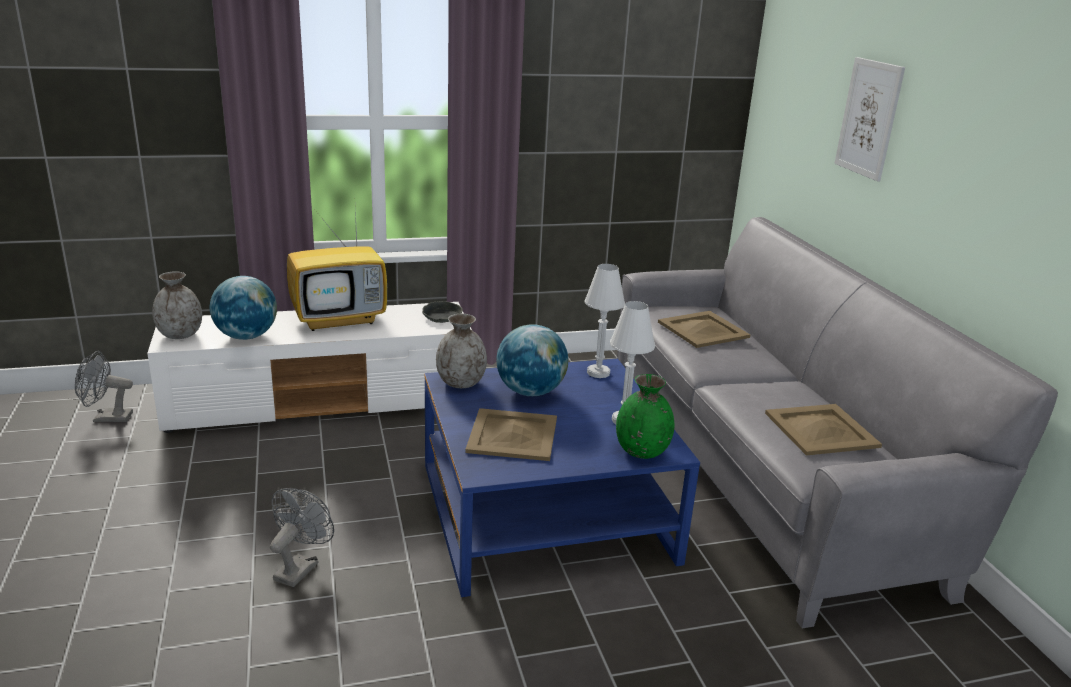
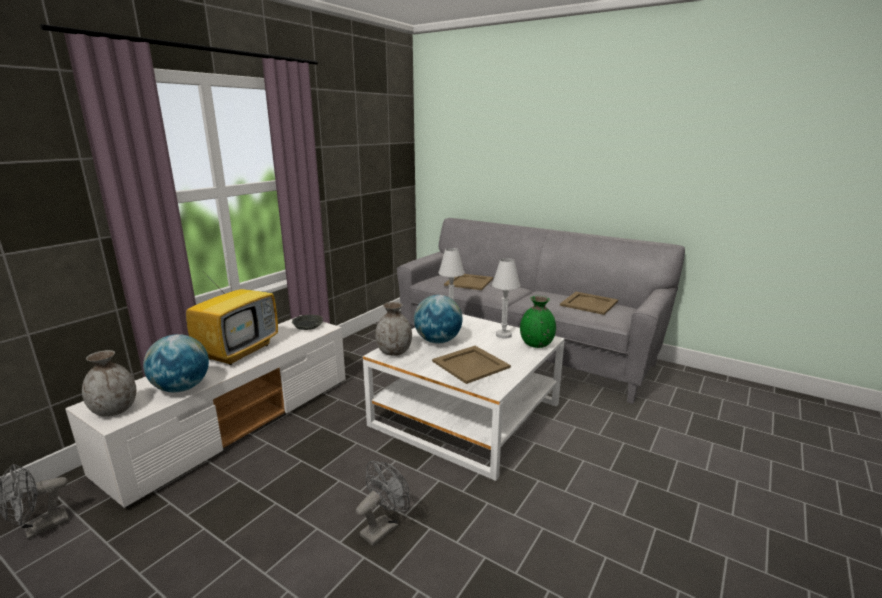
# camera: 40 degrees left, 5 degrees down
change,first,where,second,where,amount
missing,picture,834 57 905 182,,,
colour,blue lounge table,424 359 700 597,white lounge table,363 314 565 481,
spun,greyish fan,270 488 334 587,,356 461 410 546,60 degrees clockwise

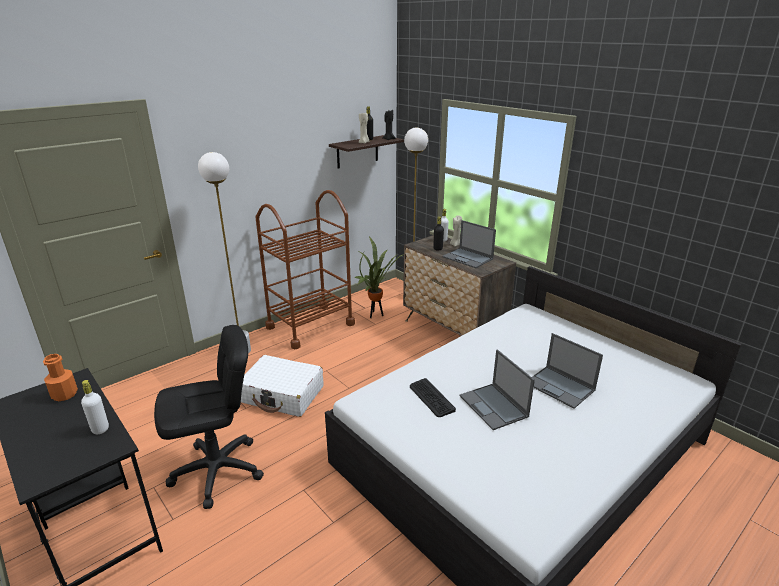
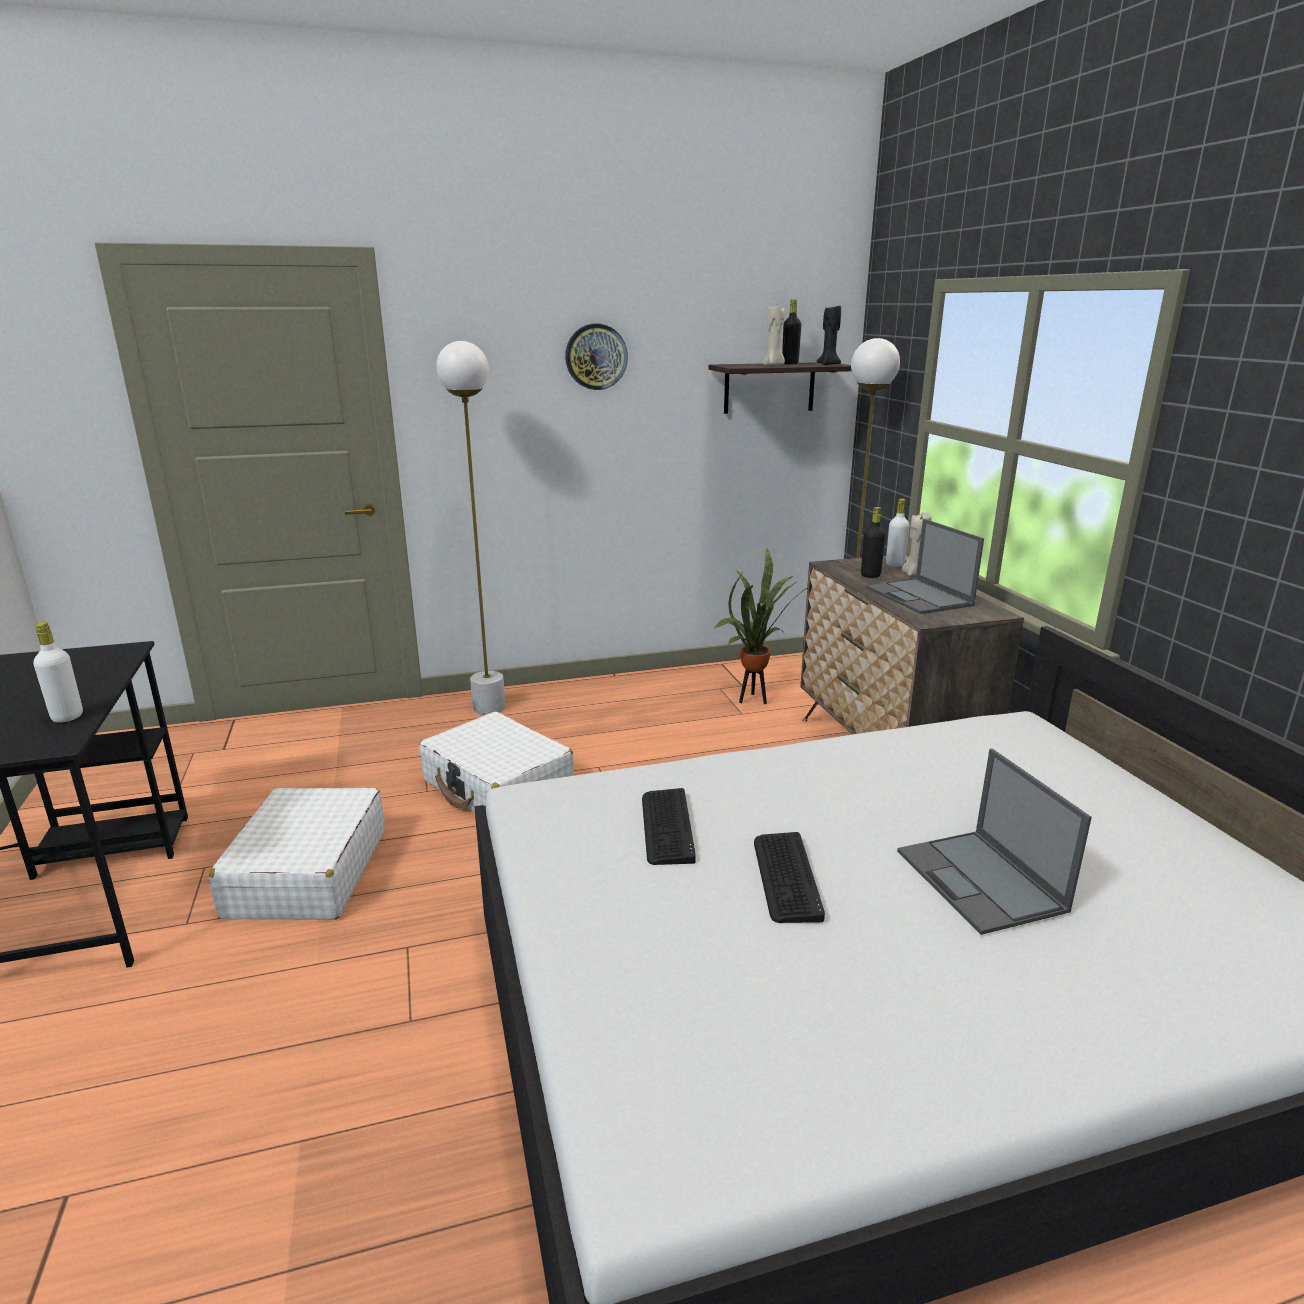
# camera: 25 degrees right, 5 degrees down
change,first,where,second,where,amount
missing,brown trolley,256 190 355 349,,,
exchanged,black-coloured office chair,154 325 264 509,white travel case,209 788 385 920,
exchanged,portable computer,459 349 535 430,PC keyboard,754 832 825 923,
missing,orange-coloured bottle,43 354 78 401,,,
appeared,,,clock on the wall,565 324 628 390,

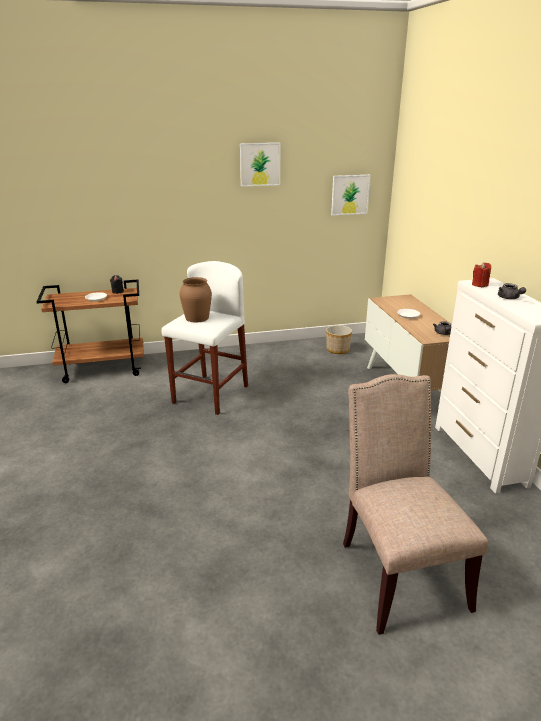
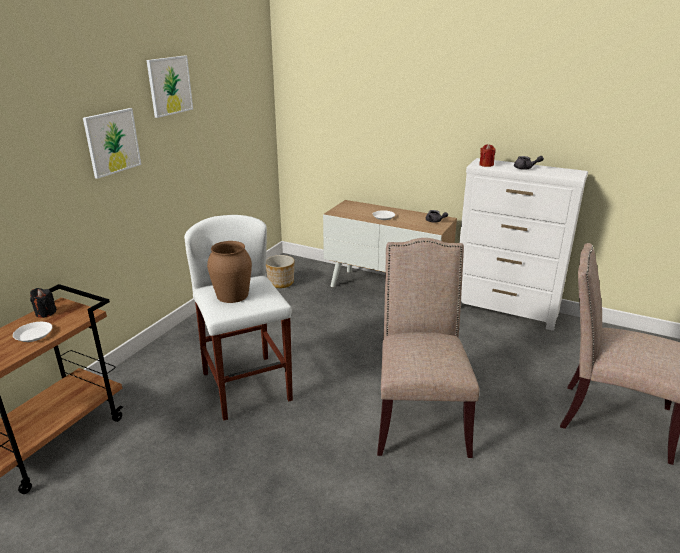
# camera: 50 degrees left, 0 degrees up
change,first,where,second,where,amount
relocated,picture,331 175 370 216,,83 108 141 179,
appeared,,,beige-coloured upright chair,377 238 479 458,

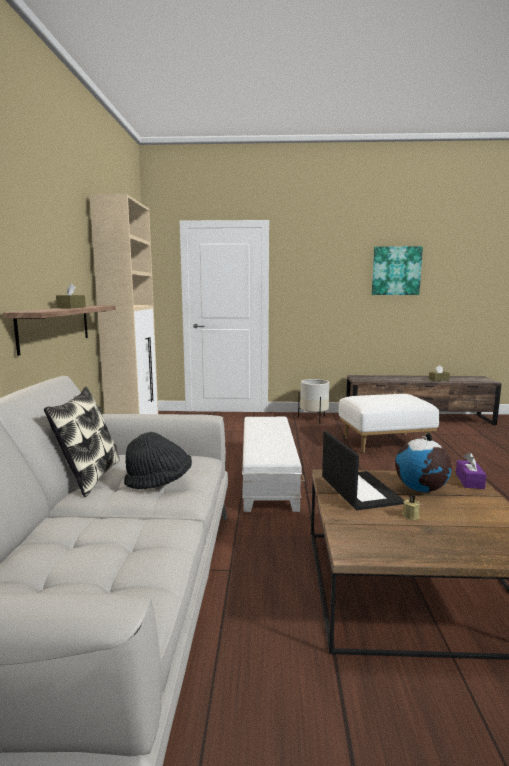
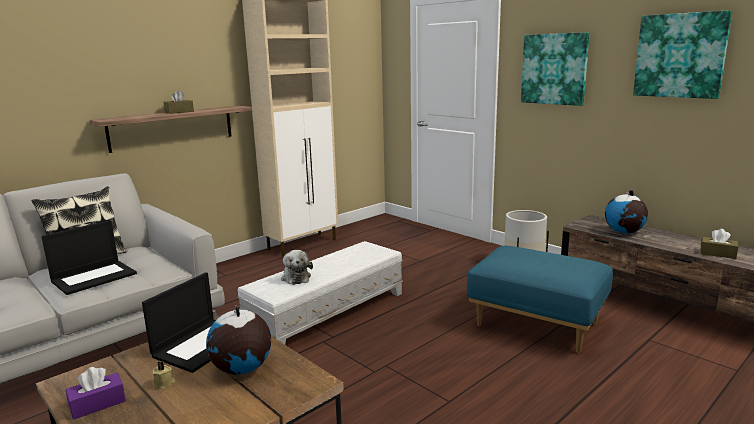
# camera: 45 degrees right, 5 degrees up
change,first,where,second,where,amount
colour,white ottoman,338 394 439 453,blue ottoman,467 246 613 353,
exchanged,black-coloured hat,124 432 192 489,portable computer,41 220 137 295,
relocated,purple tissue holder,456 453 487 489,,66 367 126 420,
appeared,,,picture,521 32 590 106,
appeared,,,desk globe,605 190 648 234,
appeared,,,plush toy,281 250 313 285,

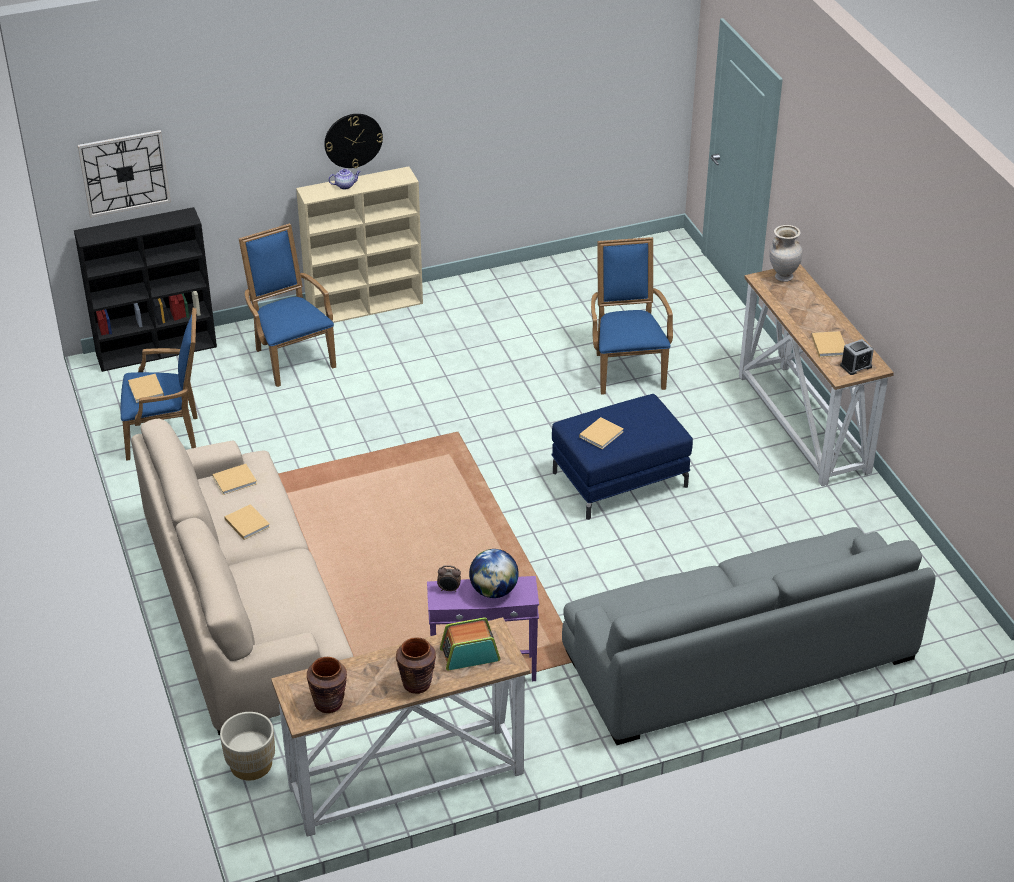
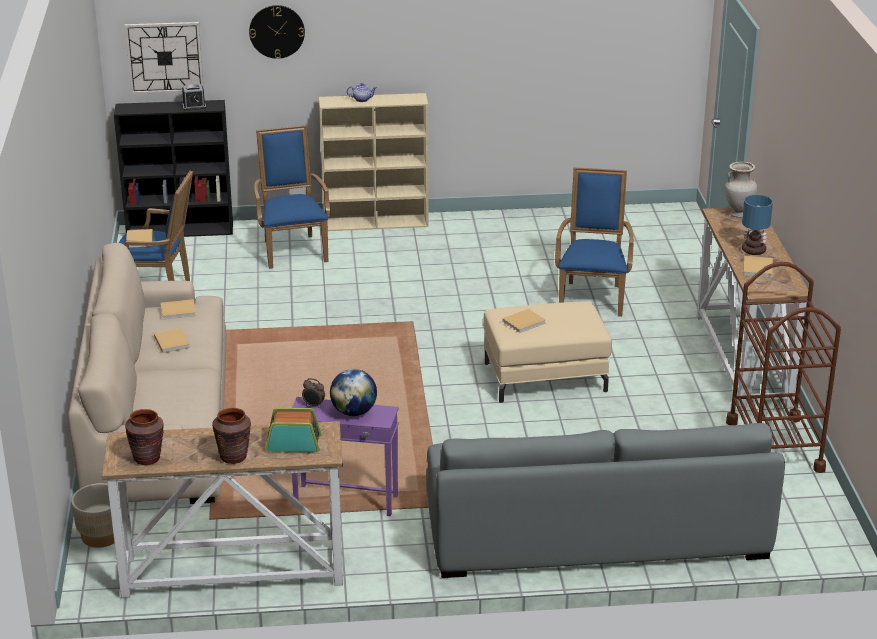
# camera: 15 degrees right, 10 degrees down
change,first,where,second,where,amount
relocated,clock on the wall,324 114 383 168,,249 5 305 59,
relocated,table clock,840 339 874 375,,182 84 206 110,
colour,blue ottoman,551 394 693 520,beige-coloured ottoman,483 301 612 403,
appeared,,,tabletop lamp,742 195 773 255,
appeared,,,brown trolley,726 262 841 473,

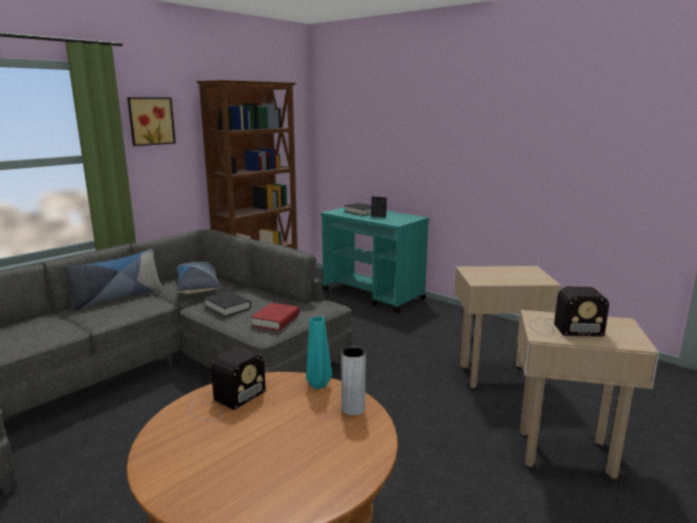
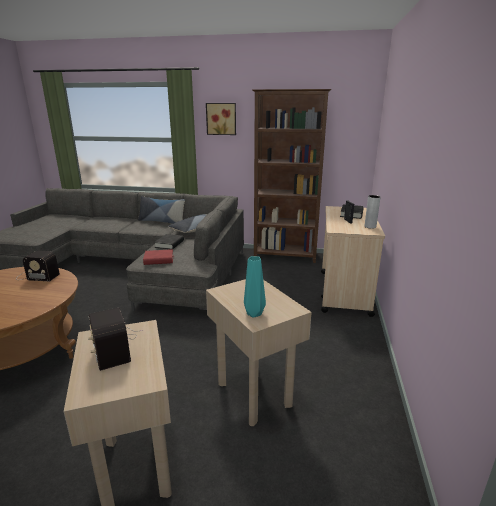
# camera: 60 degrees right, 5 degrees up
change,first,where,second,where,amount
colour,blue-green trolley,321 207 429 313,beige-coloured trolley,321 206 385 317,
relocated,blue-green vase,306 316 332 389,,244 256 266 318,
relocated,greyish vase,341 347 366 416,,365 195 380 229,

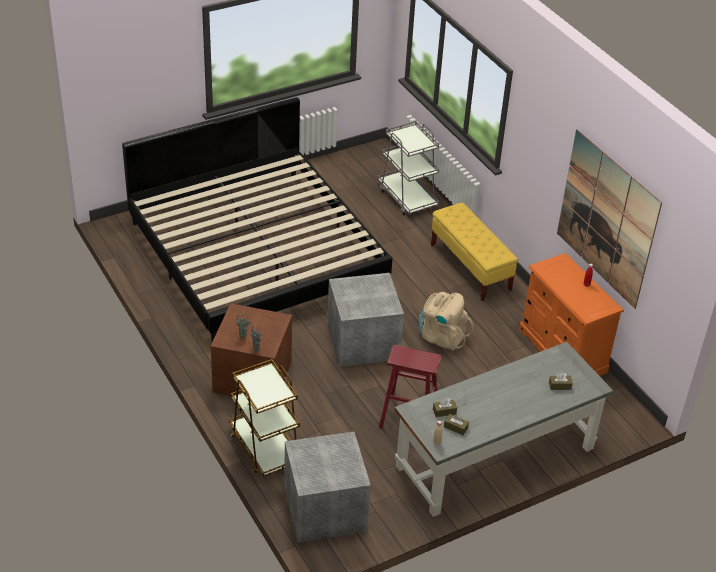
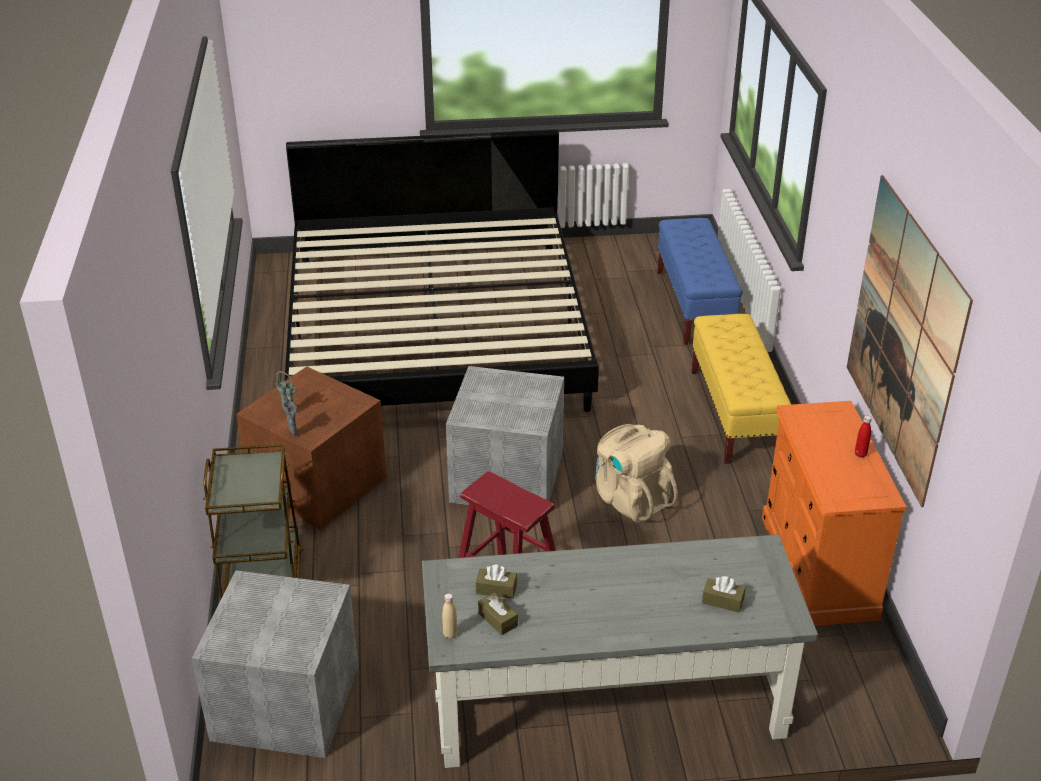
# camera: 25 degrees right, 5 degrees down
change,first,where,second,where,amount
exchanged,greyish trolley,377 121 439 216,blue bench,657 218 743 345,

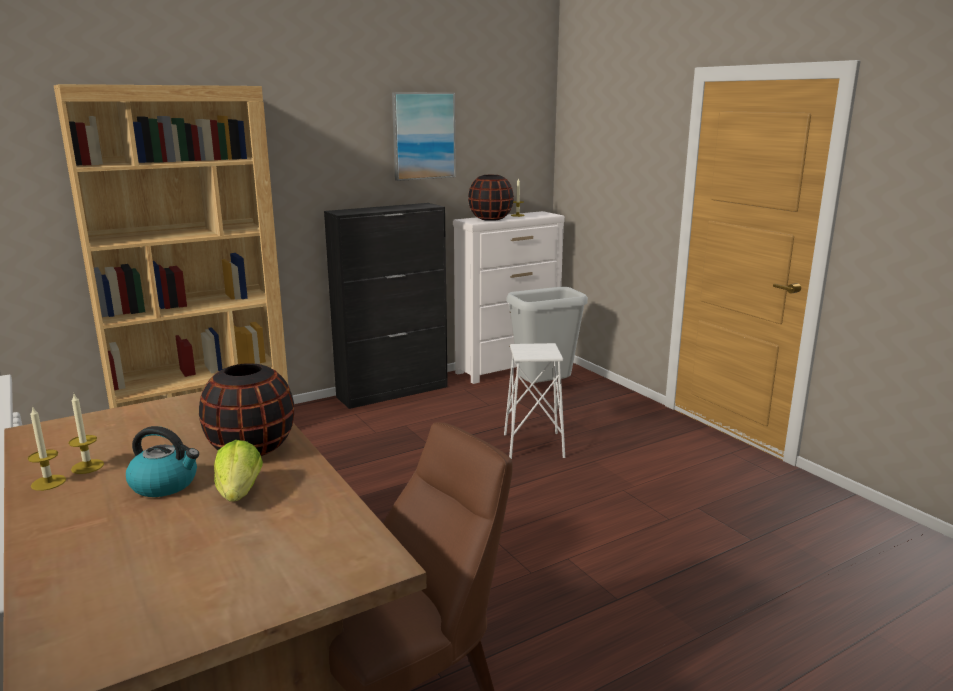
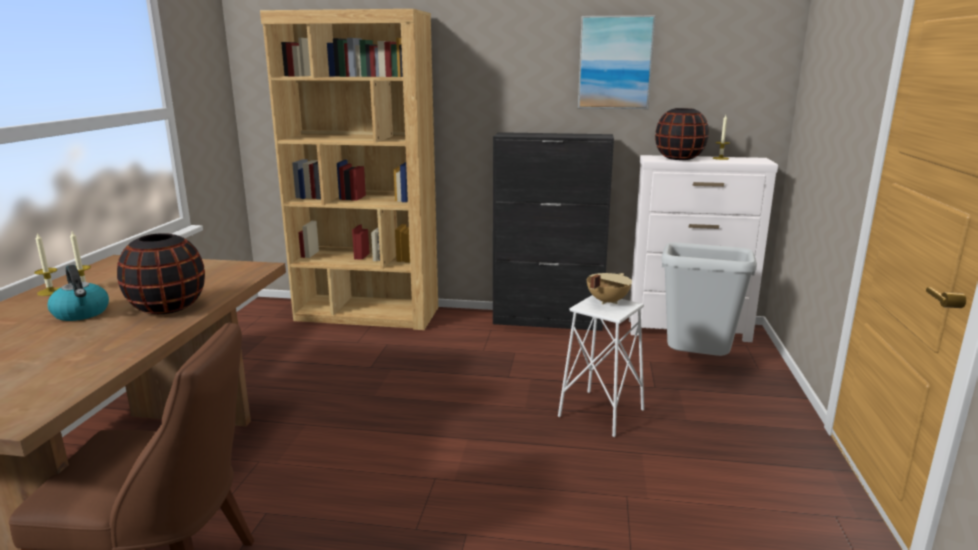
# camera: 40 degrees right, 0 degrees up
change,first,where,second,where,amount
missing,head of lettuce,214 440 263 502,,,
appeared,,,beige-coloured stockpot,587 273 632 304,

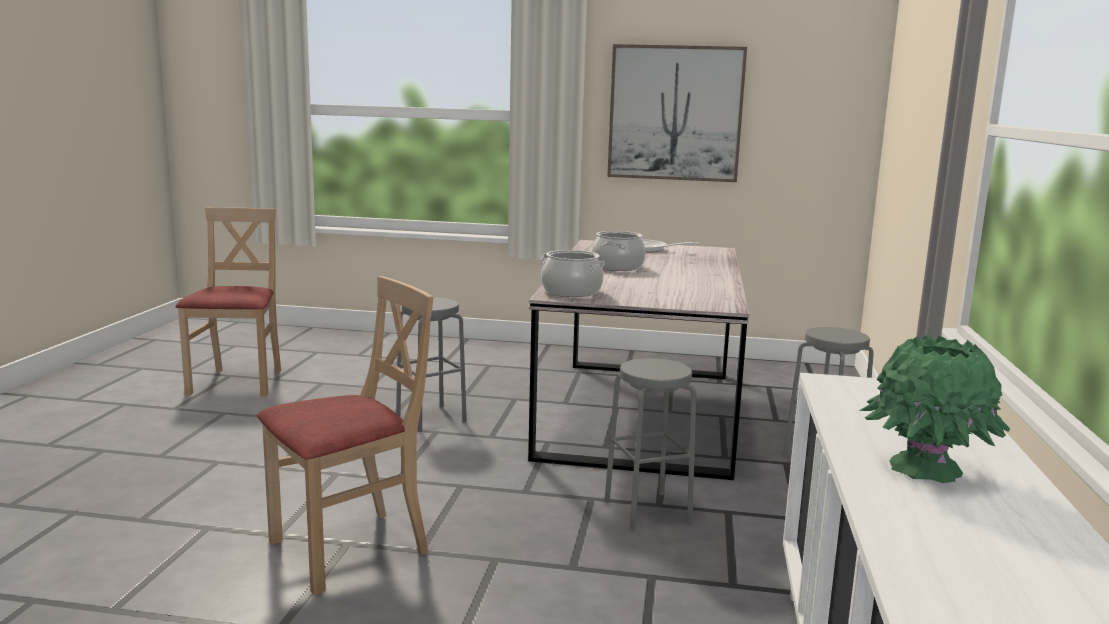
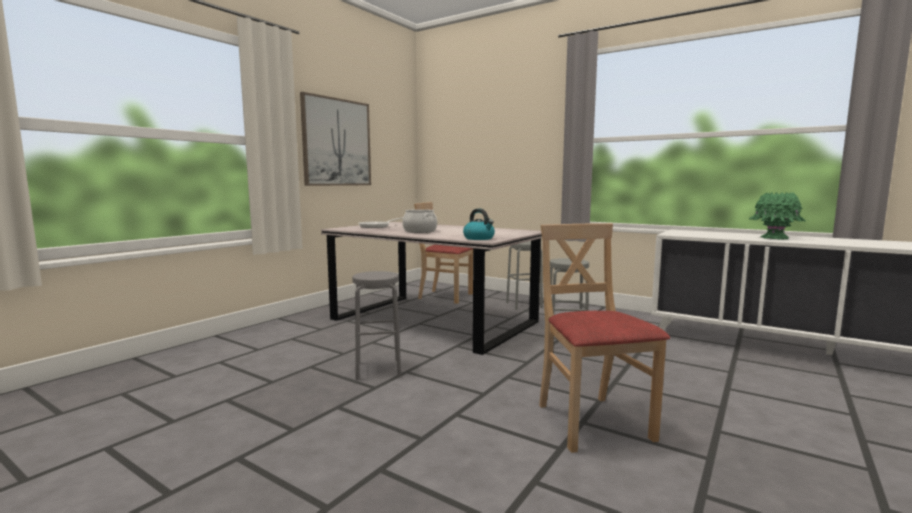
# camera: 65 degrees left, 5 degrees down
change,first,where,second,where,amount
relocated,beige-coloured upright chair,175 207 281 396,,414 202 473 304,
exchanged,stockpot,541 250 605 297,water kettle,463 209 495 240,

